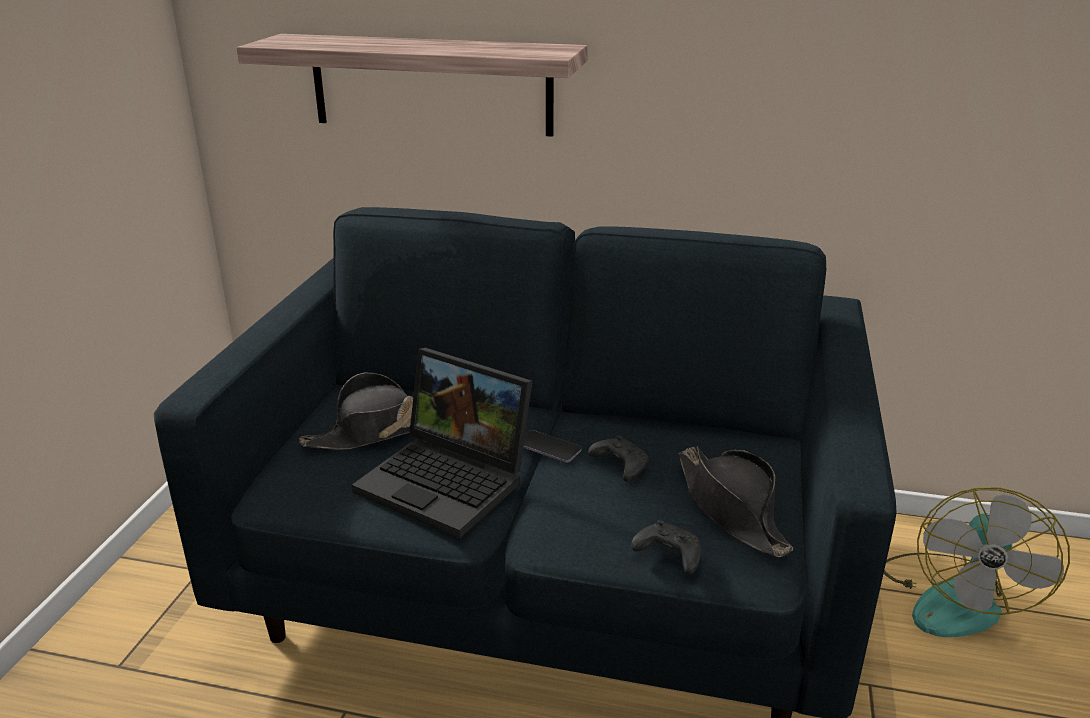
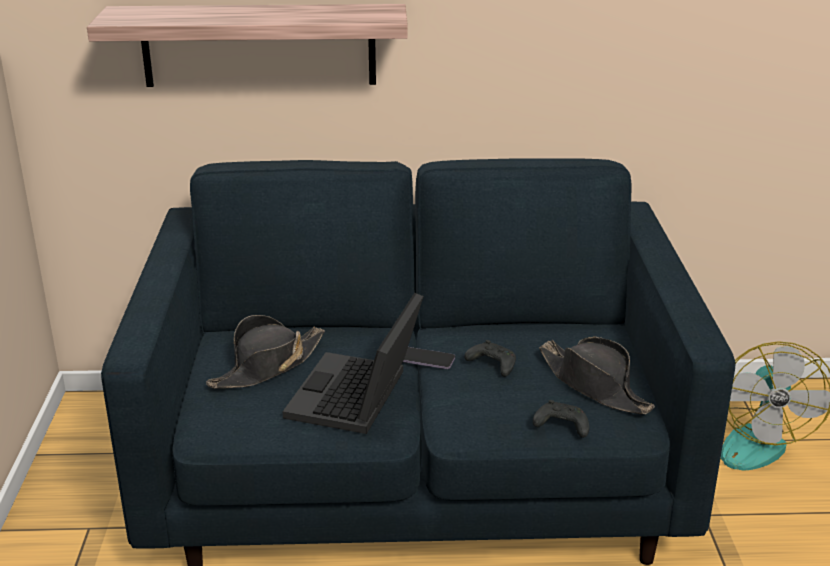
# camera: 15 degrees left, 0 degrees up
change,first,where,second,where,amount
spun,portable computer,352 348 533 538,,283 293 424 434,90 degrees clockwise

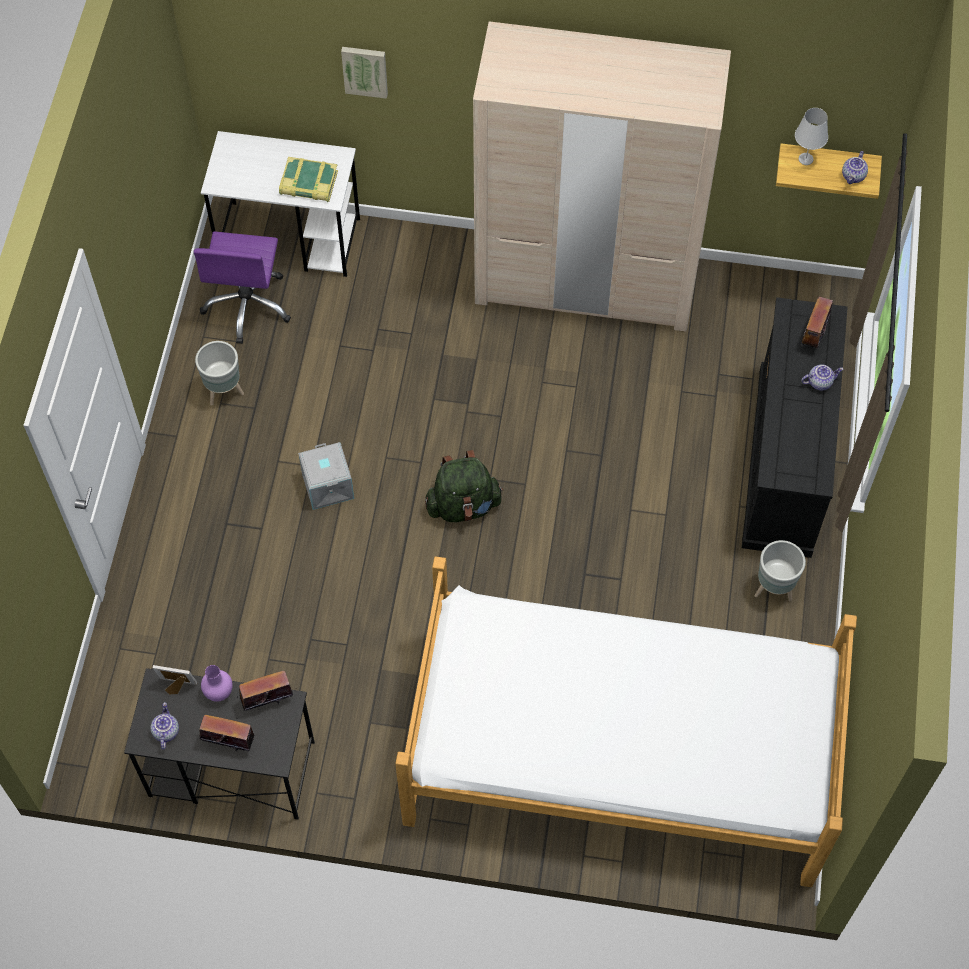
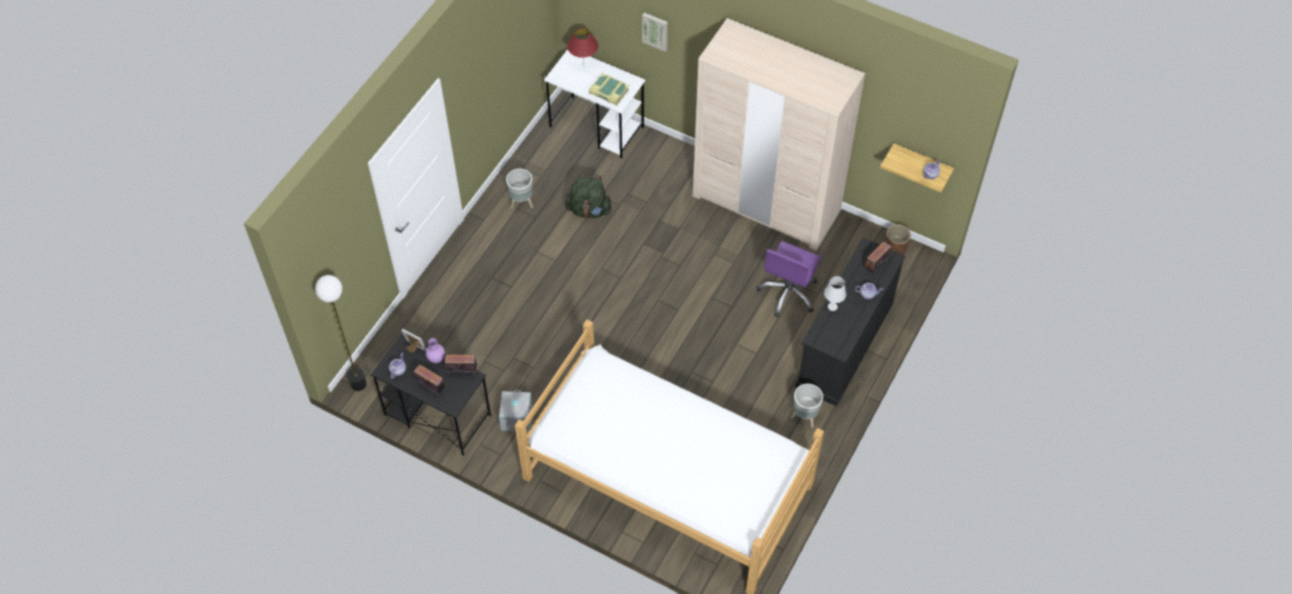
# camera: 20 degrees right, 5 degrees down
change,first,where,second,where,amount
relocated,white tabletop lamp,795 108 828 165,,824 276 846 311,
relocated,purple office chair,193 231 291 344,,757 241 821 317,
relocated,greyish storage bin,298 442 354 510,,499 390 533 432,
relocated,green-coloured knapsack,425 450 503 522,,565 174 613 218,
appeared,,,reddish tabletop lamp,567 28 598 63,
appeared,,,brown planter,885 224 911 255,
appeared,,,floor lamp,315 275 367 391,

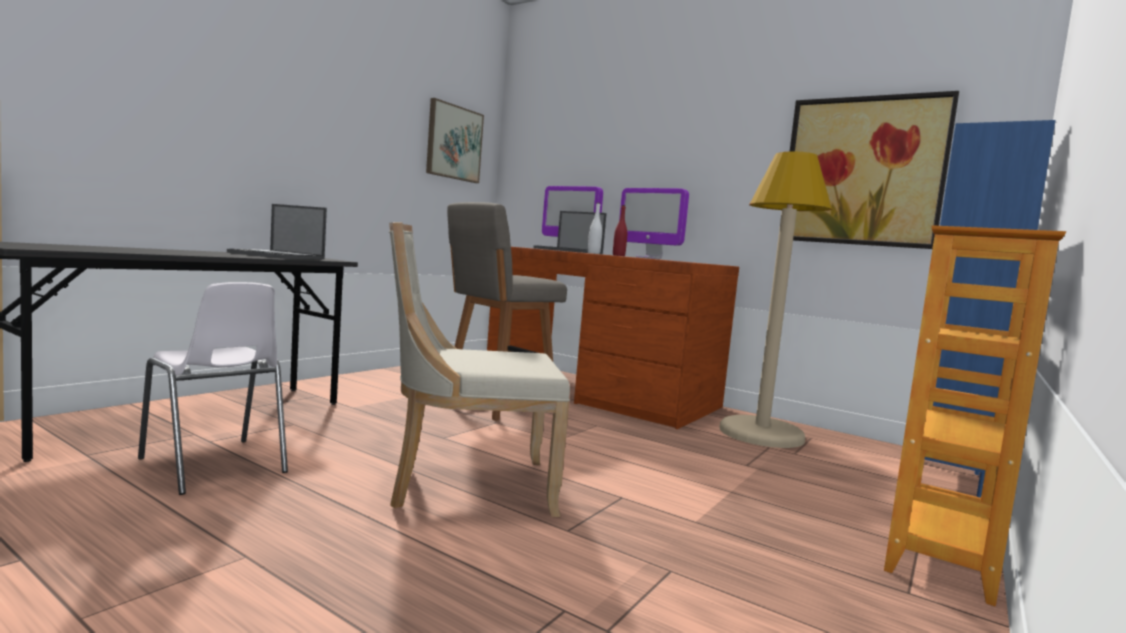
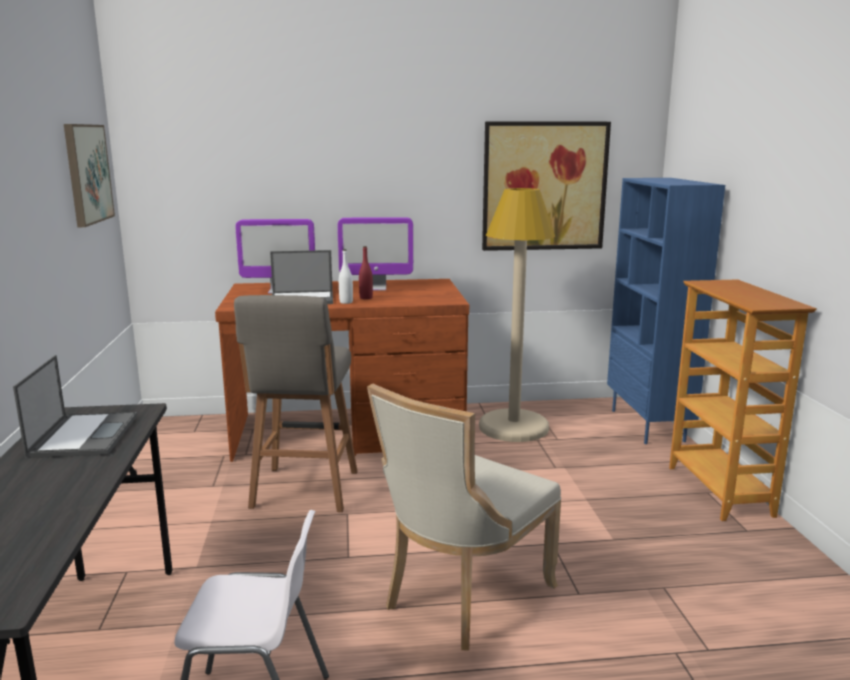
# camera: 40 degrees left, 10 degrees up
change,first,where,second,where,amount
spun,portable computer,227 204 327 260,,13 355 137 458,75 degrees counterclockwise

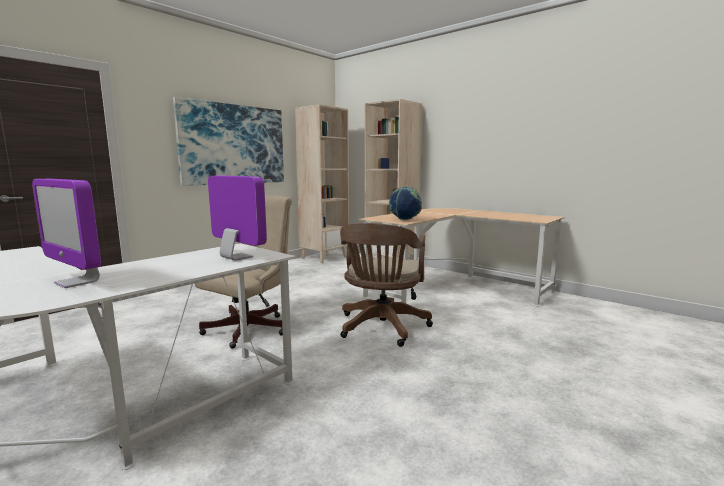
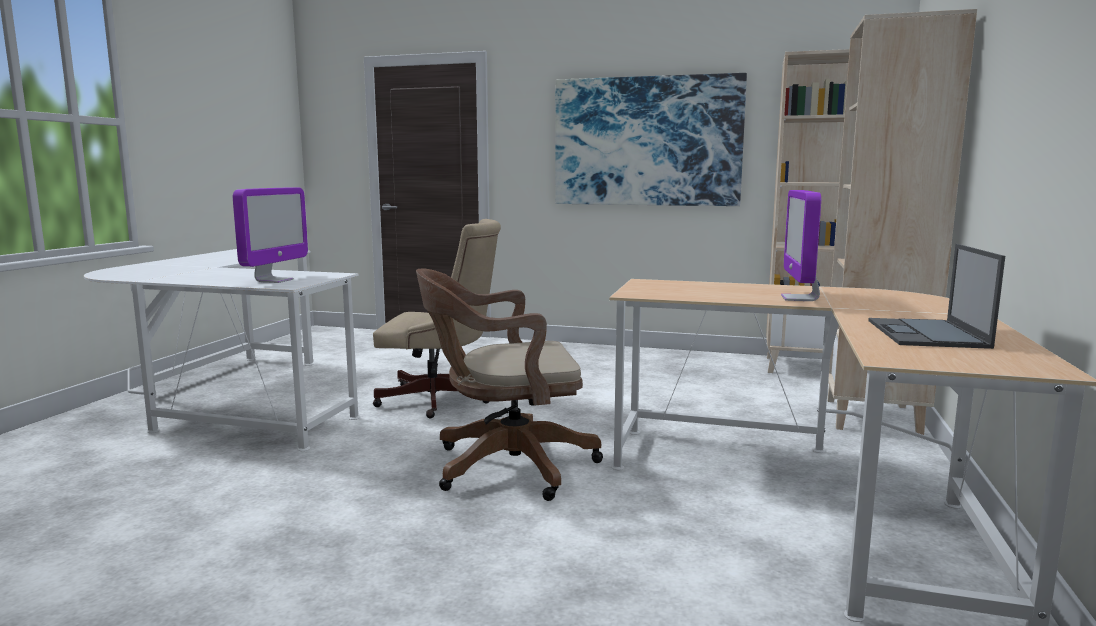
# camera: 65 degrees right, 0 degrees up
change,first,where,second,where,amount
relocated,computer display,32 179 101 288,,781 190 821 301,
missing,desk globe,389 187 422 220,,,
appeared,,,portable computer,868 244 1005 349,

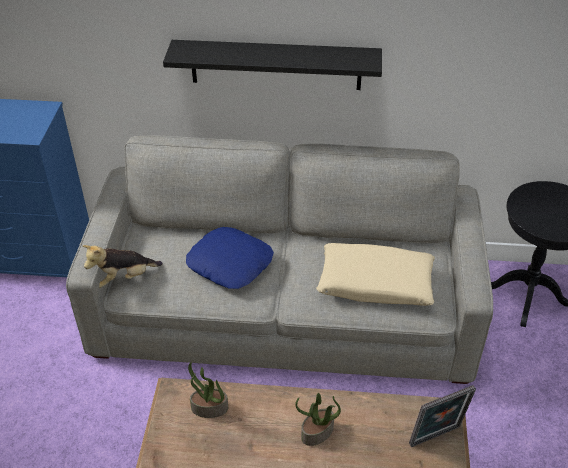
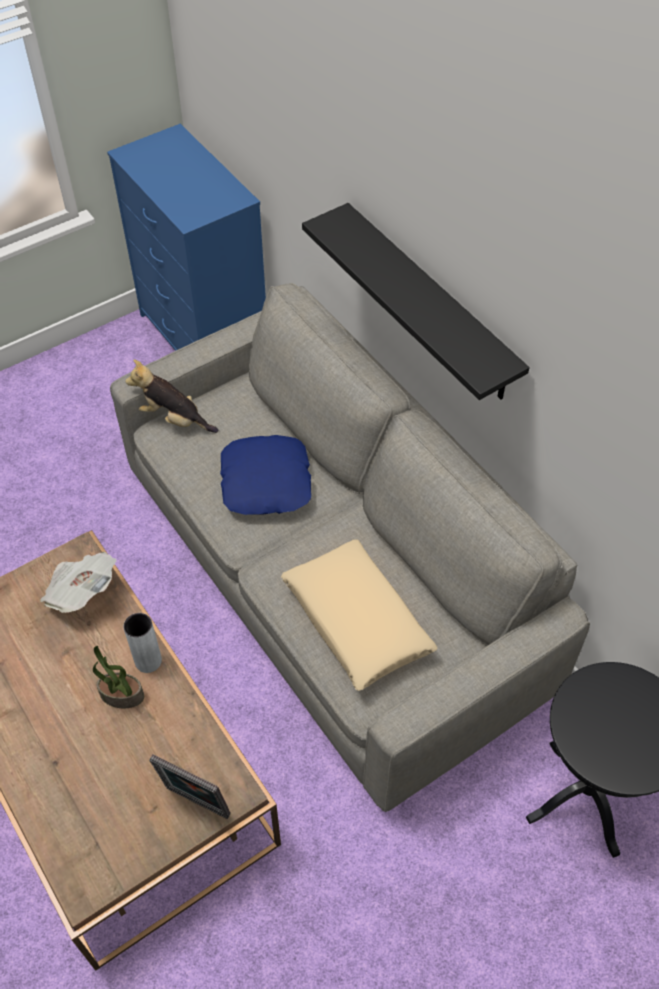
# camera: 50 degrees right, 10 degrees up
change,first,where,second,where,amount
exchanged,houseplant,188 362 228 418,daily paper,40 552 116 613,
appeared,,,greyish vase,123 613 162 673,

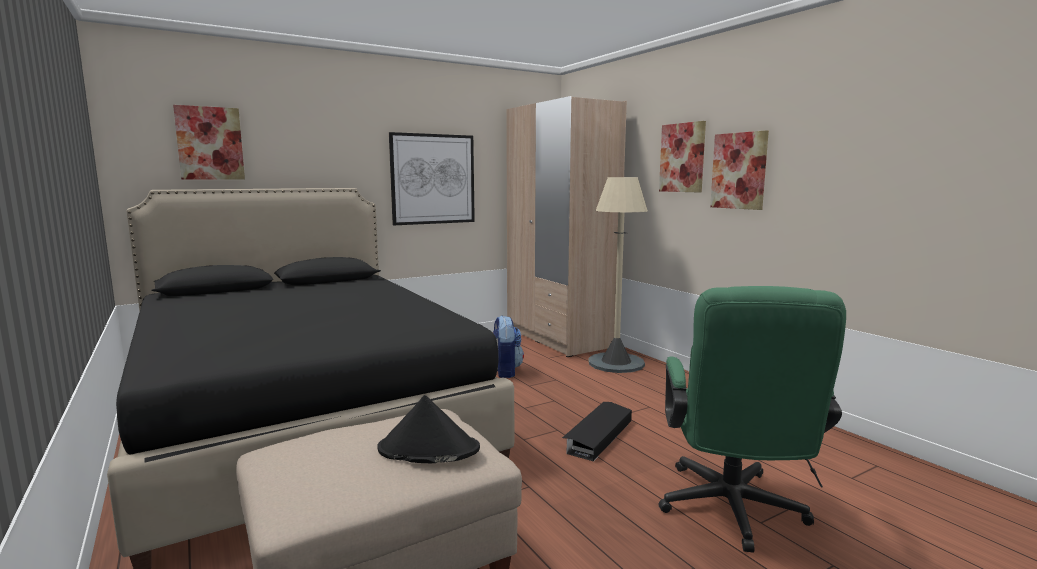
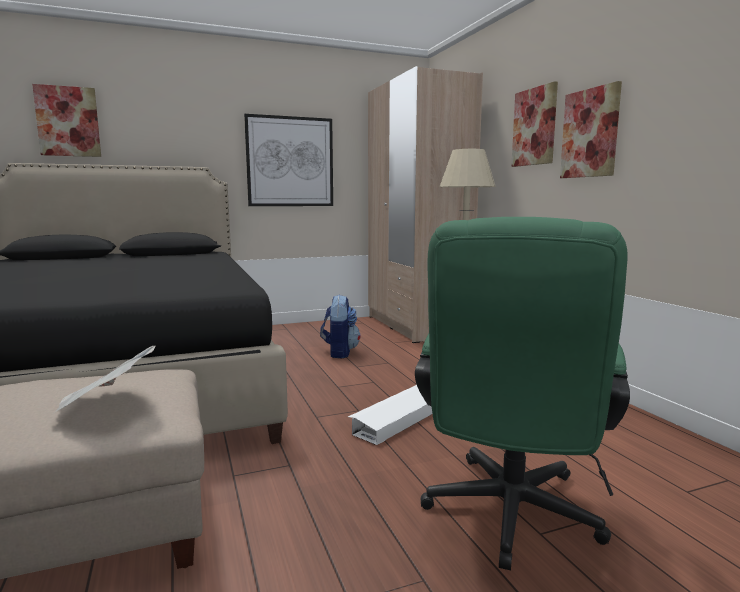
# camera: 10 degrees right, 0 degrees up
change,first,where,second,where,amount
exchanged,black-coloured hat,377 395 480 463,daily paper,52 346 156 414,
colour,black-coloured storage bin,562 402 632 461,white storage bin,348 385 432 445,

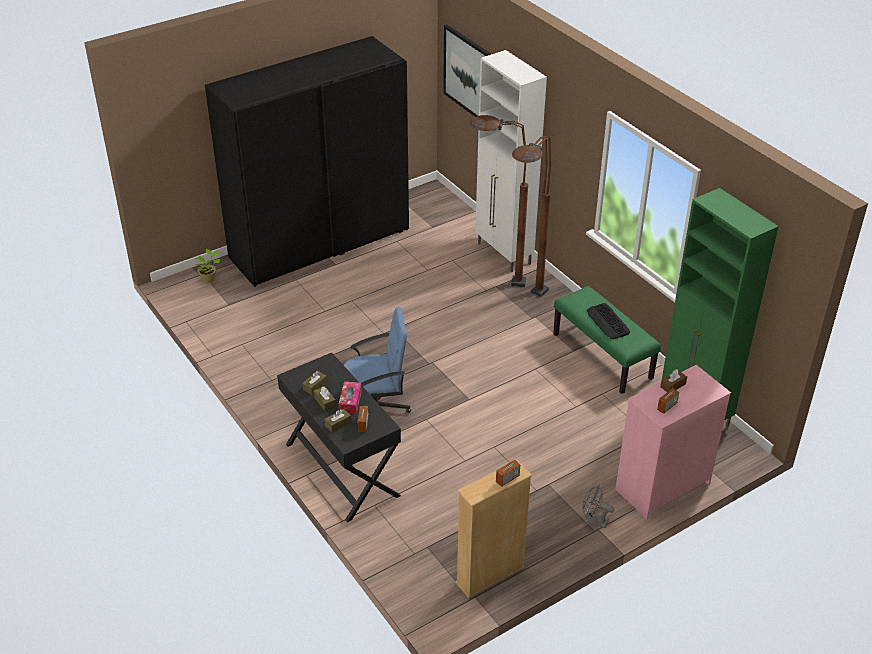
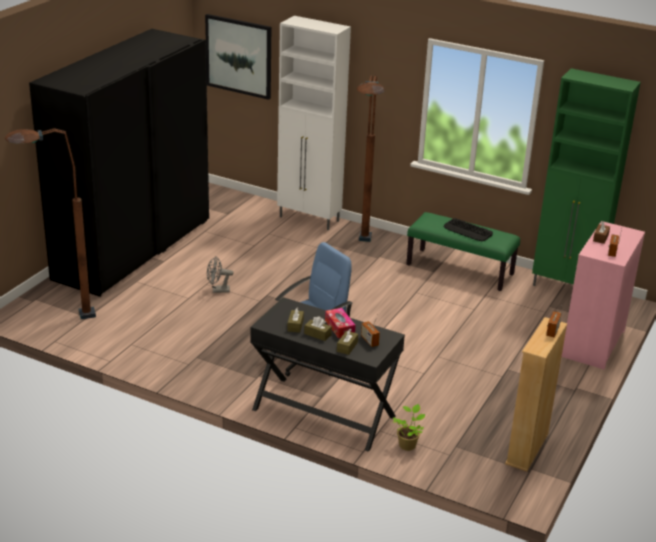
# camera: 30 degrees left, 10 degrees down
change,first,where,second,where,amount
relocated,brown floor lamp,470 115 528 287,,5 128 96 319,
relocated,houseplant,195 249 221 284,,393 404 425 451,
relocated,greyish fan,582 485 614 528,,207 256 234 293,

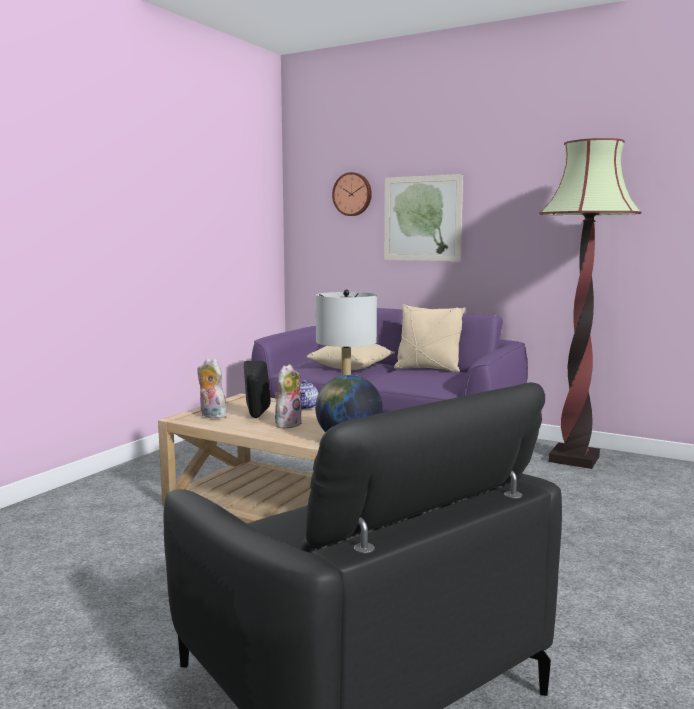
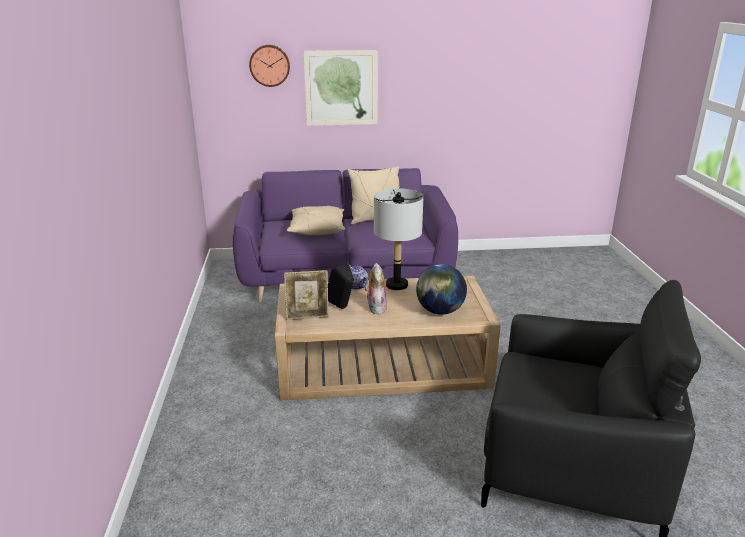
# camera: 35 degrees left, 15 degrees up
change,first,where,second,where,amount
missing,floor lamp,539 138 641 469,,,
exchanged,plush toy,197 358 227 419,standing frame,284 270 329 320,

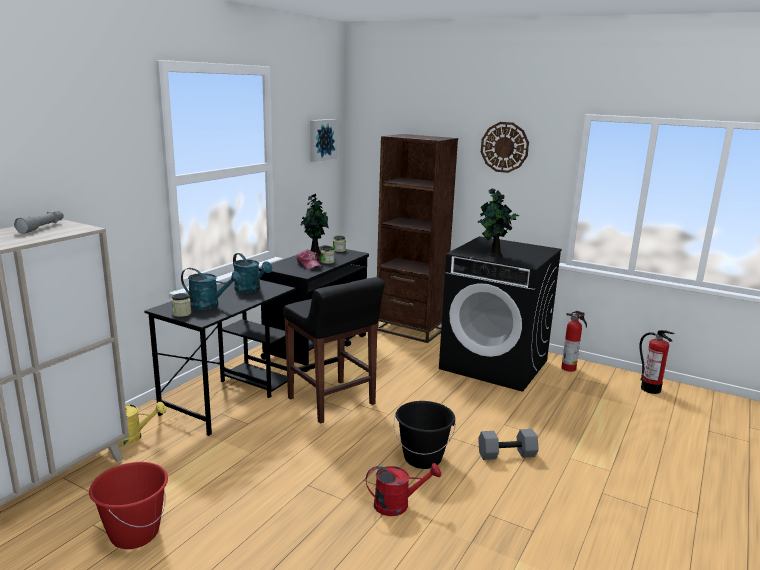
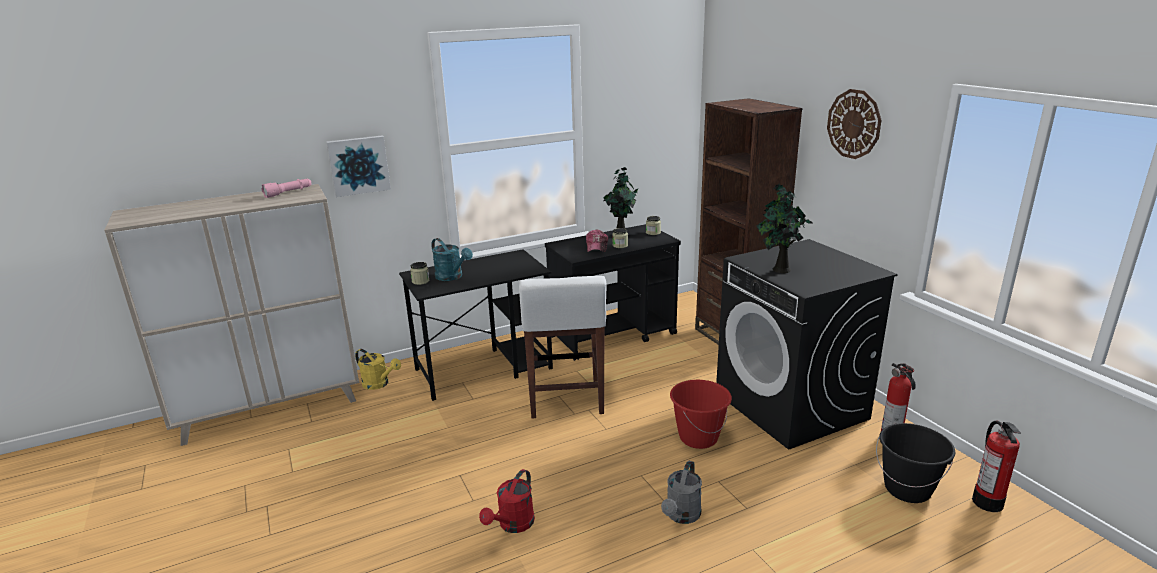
# camera: 35 degrees right, 5 degrees up
change,first,where,second,where,amount
relocated,picture,310 119 337 162,,326 136 391 197,
colour,greyish hand torch,14 211 64 234,pink-coloured hand torch,261 179 312 198,
missing,blue-green watering can,233 253 272 293,,,
colour,black-coloured stool,283 277 385 424,white stool,519 276 606 419,
relocated,black-coloured bucket,394 401 456 469,,876 423 956 503,
exchanged,greyish free weight,478 429 539 460,greyish watering can,661 461 702 524,
relocated,reddish bucket,89 462 168 549,,670 380 732 449,
spun,reddish watering can,366 463 441 516,,479 469 535 533,90 degrees clockwise

